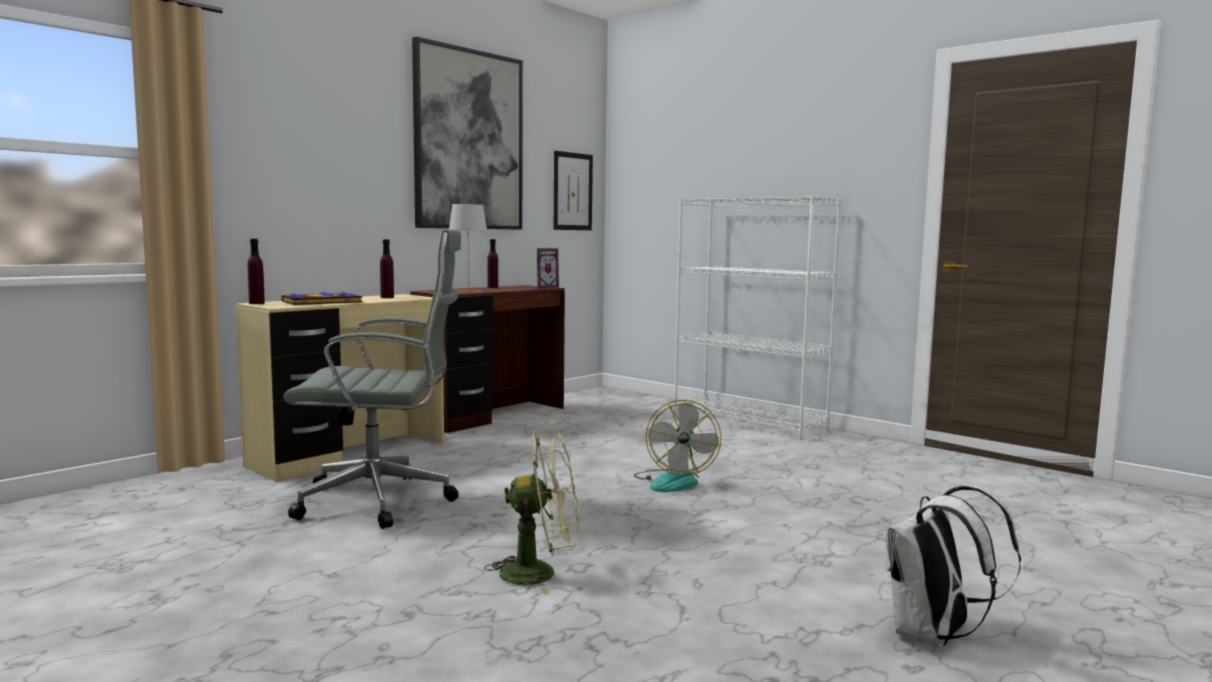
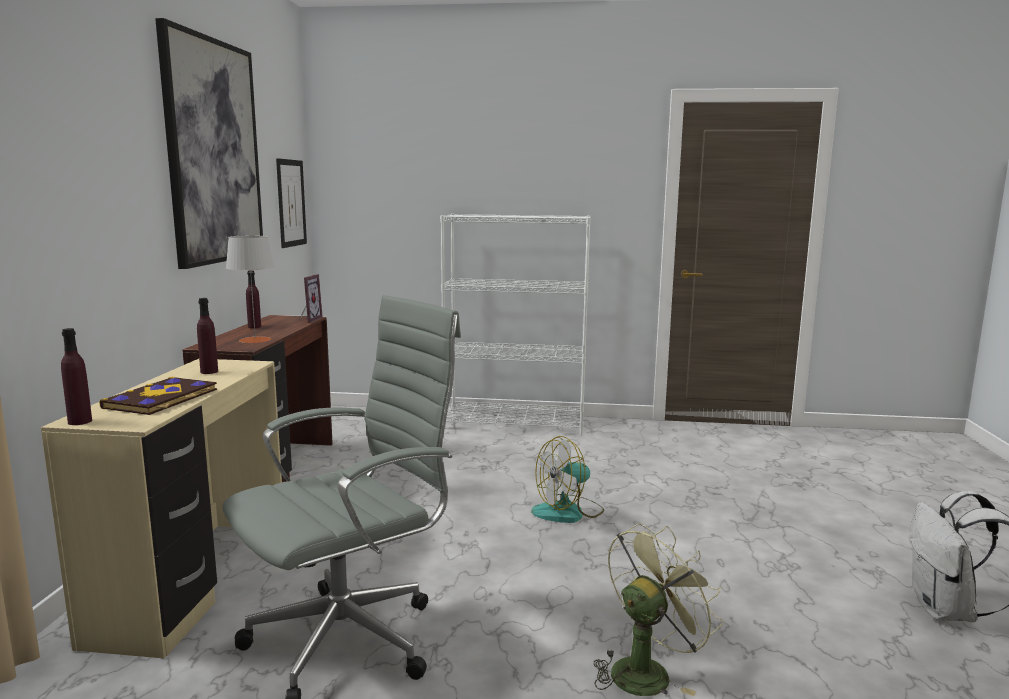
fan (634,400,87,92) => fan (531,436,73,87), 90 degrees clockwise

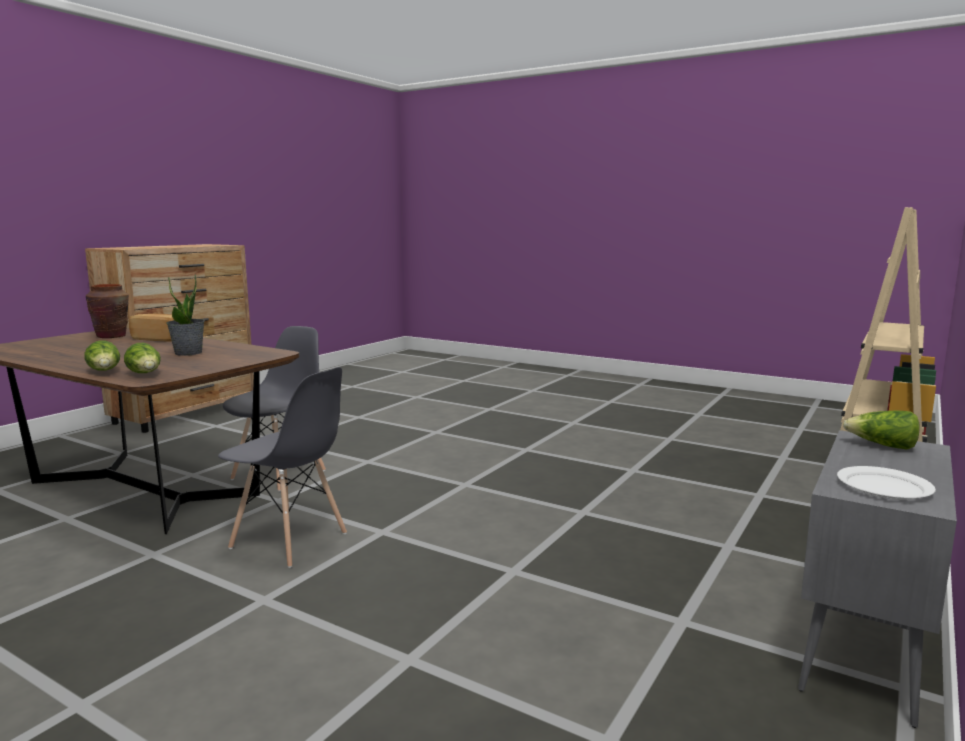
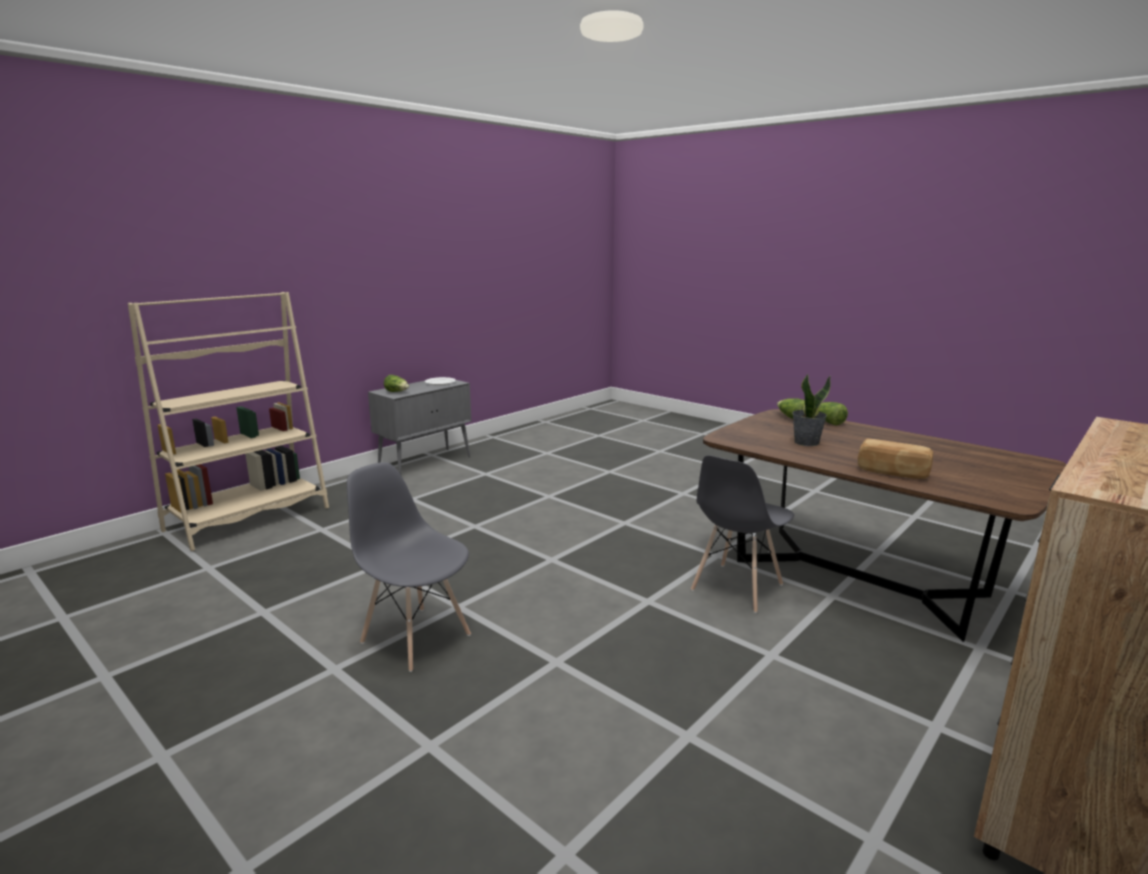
brown vase (86,284,43,54) => nothing
grey chair (218,367,129,201) => grey chair (347,462,124,210), shifted

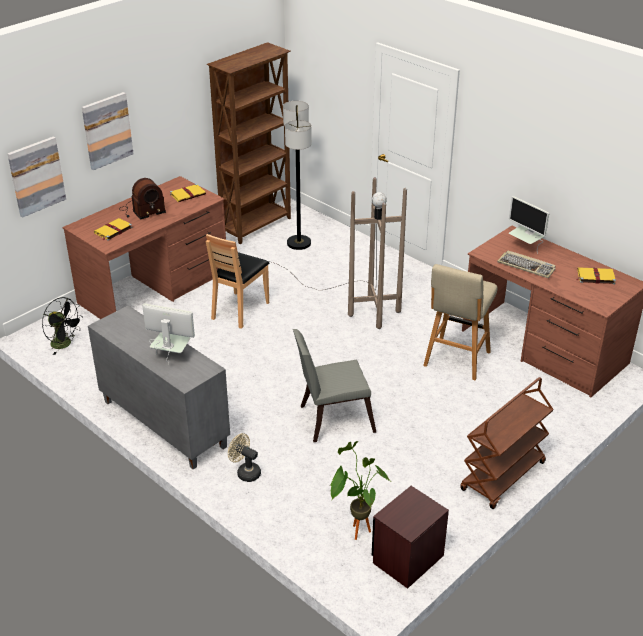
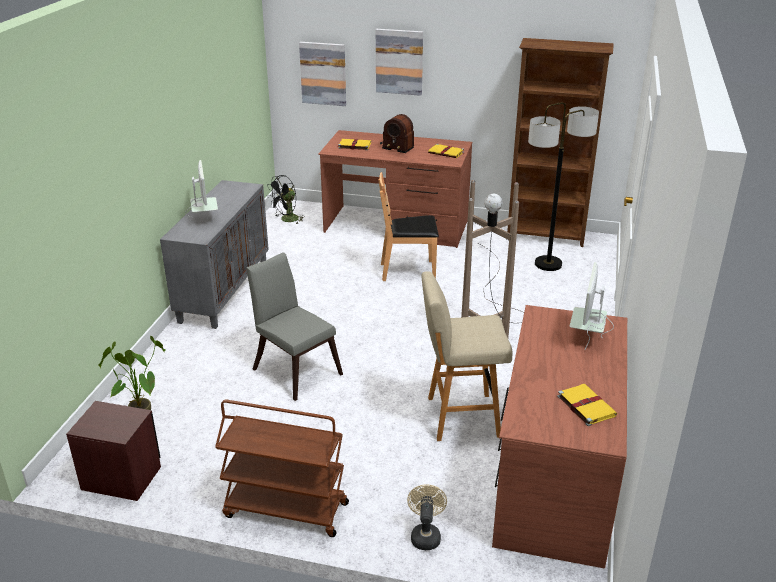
keyboard (497,250,59,28) => nothing
beige fan (228,433,33,49) => beige fan (407,485,40,65), shifted
black fan (42,297,41,58) => black fan (267,175,38,49), 45 degrees clockwise

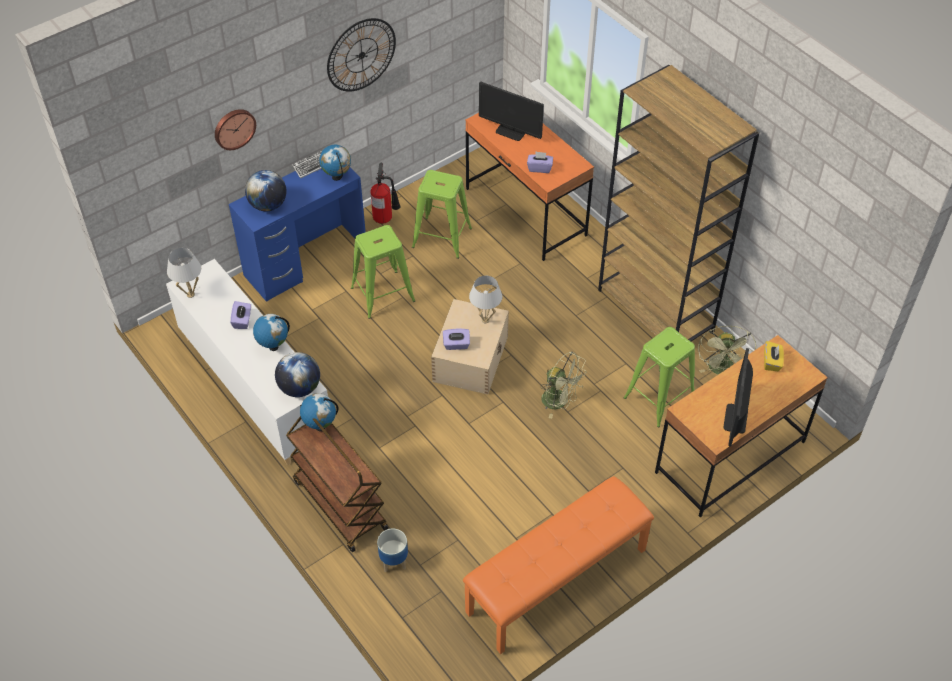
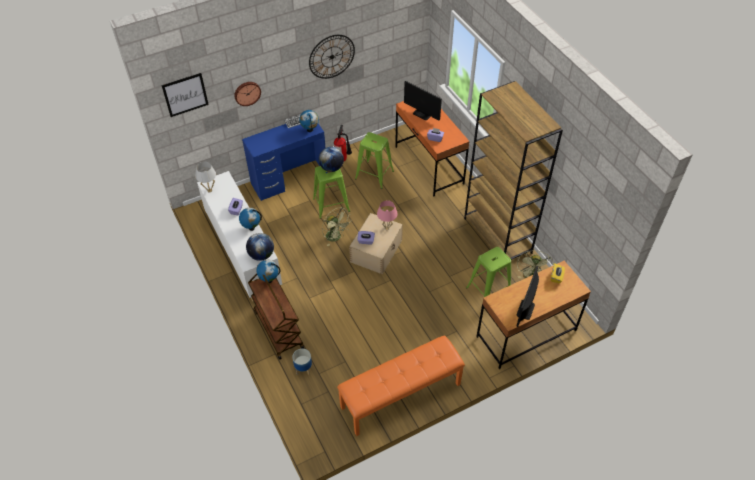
nothing => picture (161,73,48,44)
globe (245,170,42,41) => globe (319,147,25,25), shifted
green fan (540,351,47,68) => green fan (322,207,30,40), shifted
white table lamp (469,276,33,47) => pink table lamp (377,201,21,29)

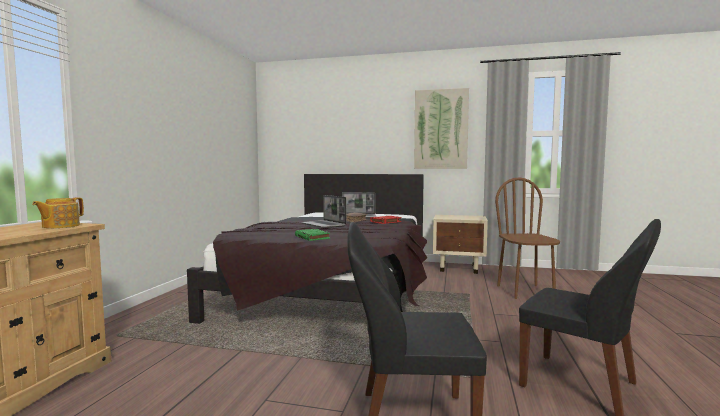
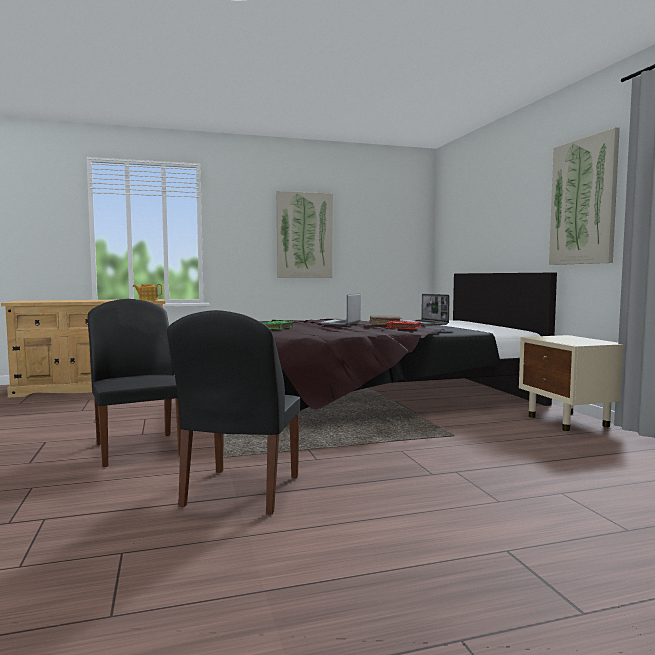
brown chair (495,177,65,122) => nothing
nothing => picture (277,191,56,87)

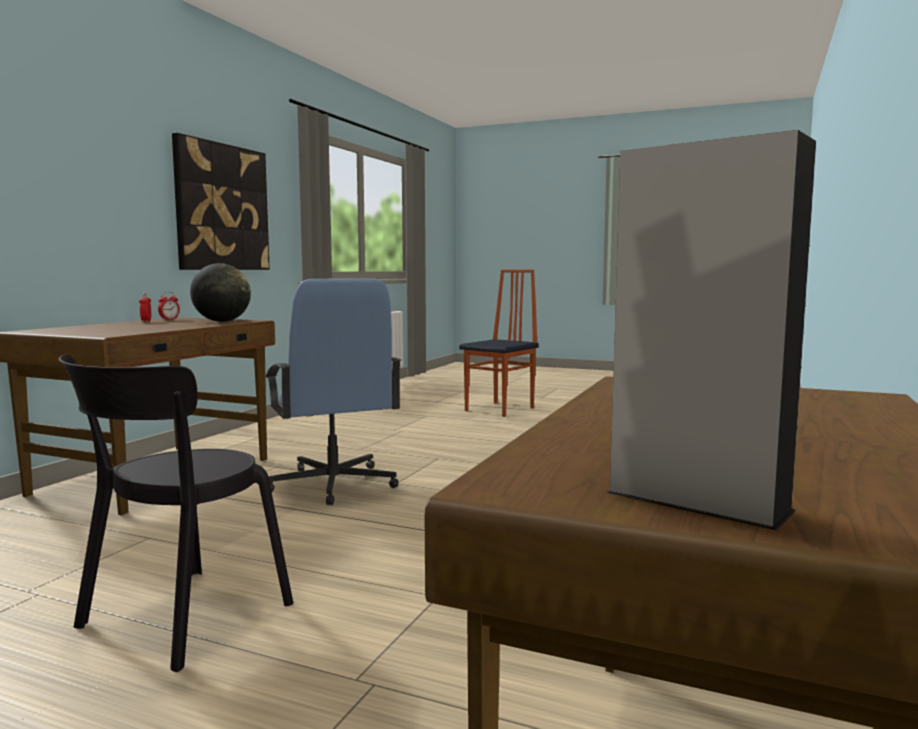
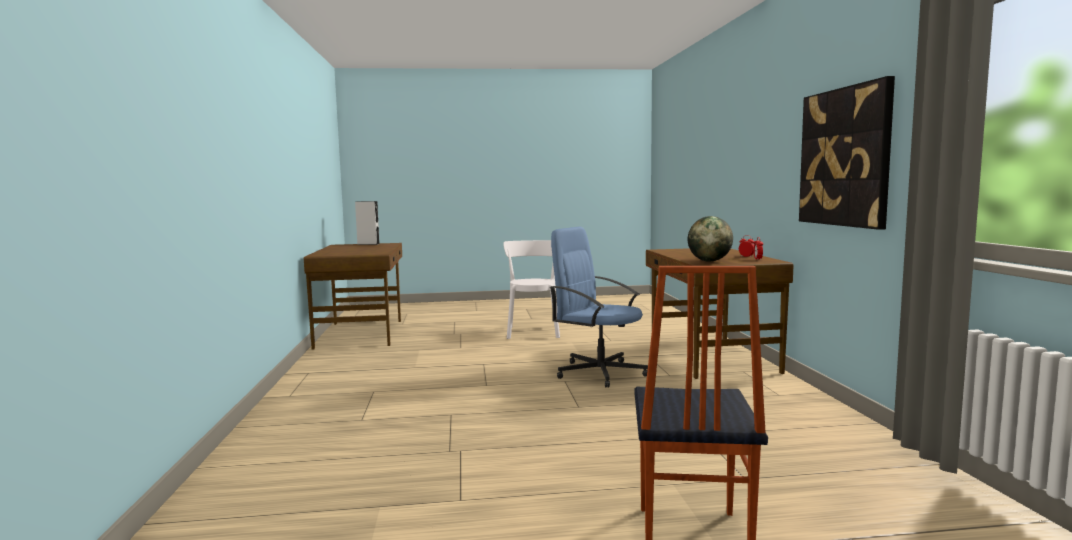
black chair (59,354,234,318) => white chair (503,240,57,99)

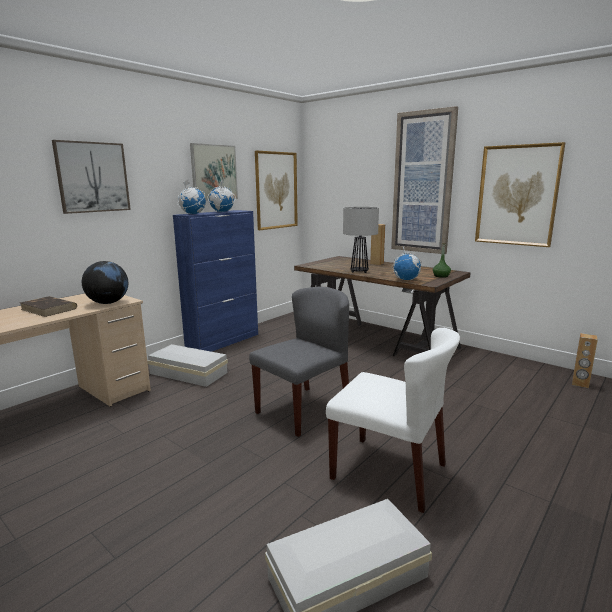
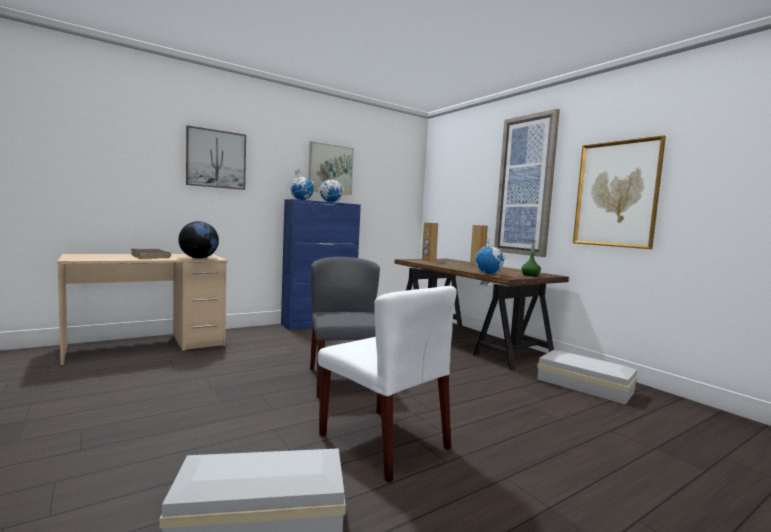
picture (255,151,43,79) => nothing
table lamp (343,207,36,66) => nothing
white storage box (147,344,81,43) => white storage box (537,350,100,55), shifted
brown speaker (572,333,26,55) => brown speaker (422,222,16,40), shifted
grey chair (249,287,100,150) => grey chair (310,257,70,141), 75 degrees counterclockwise

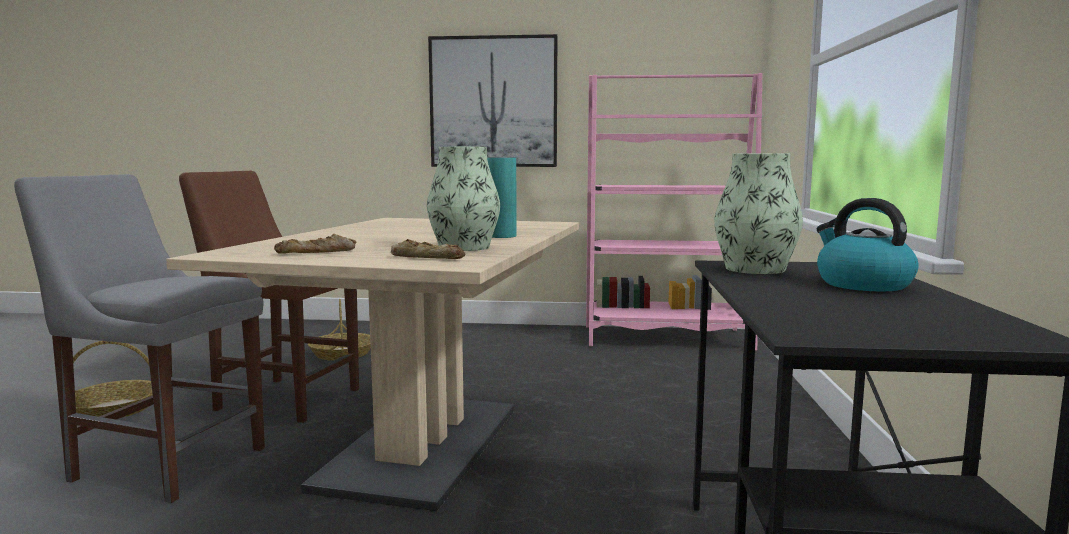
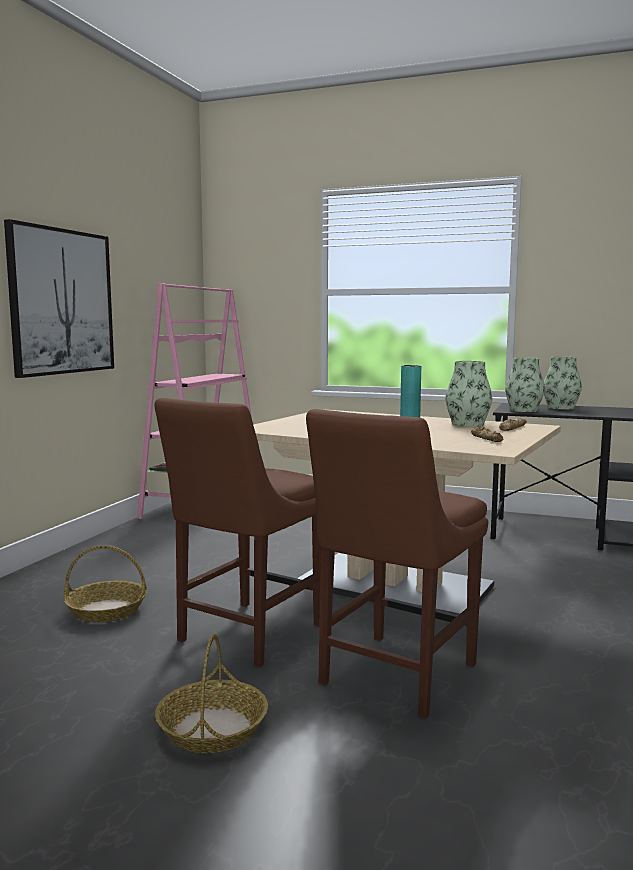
kettle (816,198,102,94) => vase (544,357,38,53)
grey chair (14,174,251,329) => brown chair (306,409,182,309)

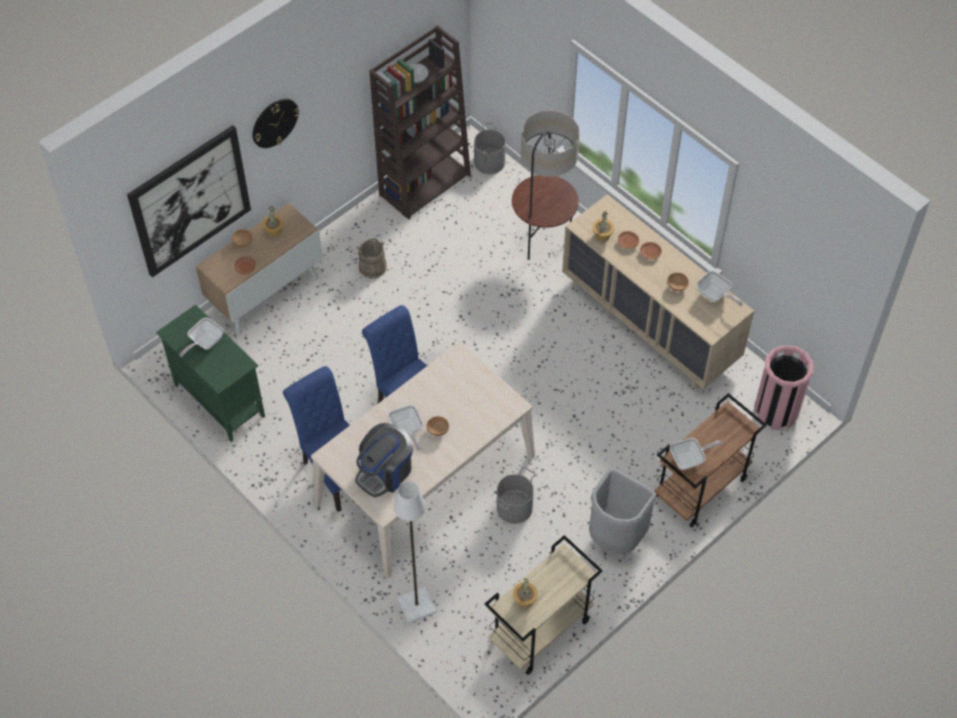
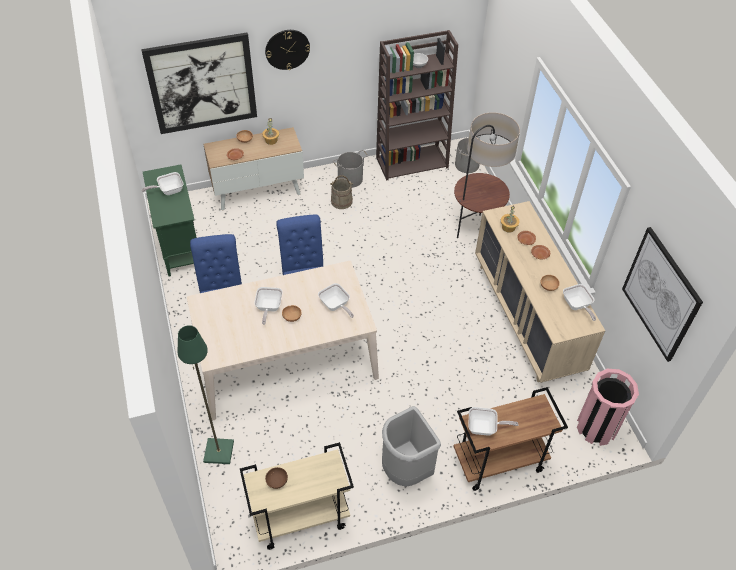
coffee machine (355,423,58,74) => nothing
nothing => frying pan (318,283,36,35)
nothing => picture (622,227,81,135)
grey bucket (495,467,41,57) => grey bucket (333,150,35,38), shifted
potted plant (513,578,25,30) => brown bowl (265,467,23,22)
white floor lamp (394,481,42,143) => green floor lamp (178,325,56,139)

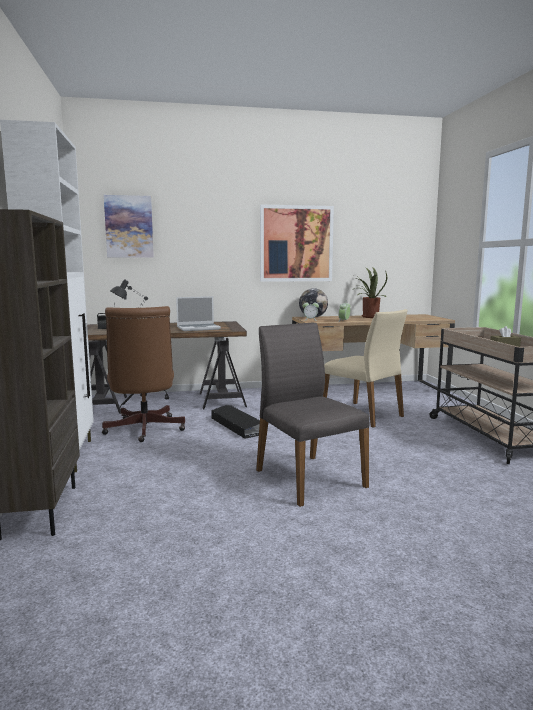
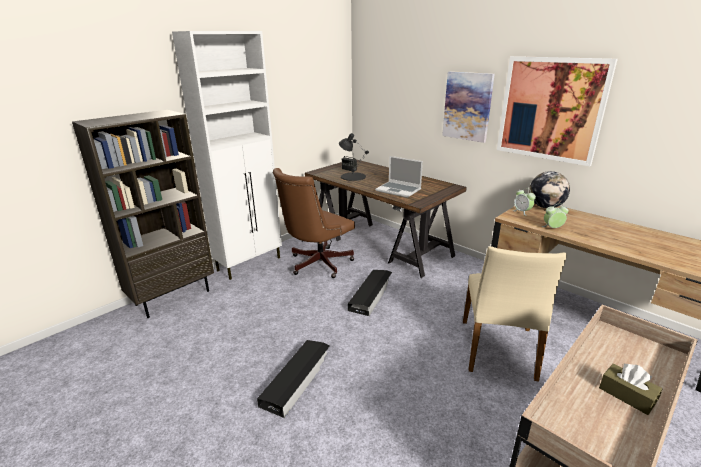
potted plant (353,267,34,51) => nothing
picture (104,195,50,63) => picture (442,71,53,72), shifted
grey chair (256,323,113,184) => black storage box (257,340,73,78)

